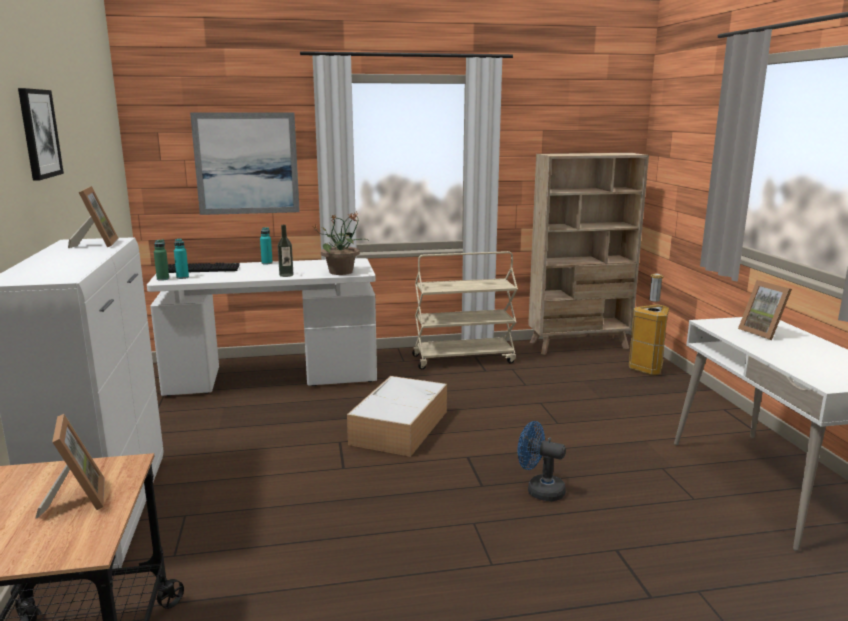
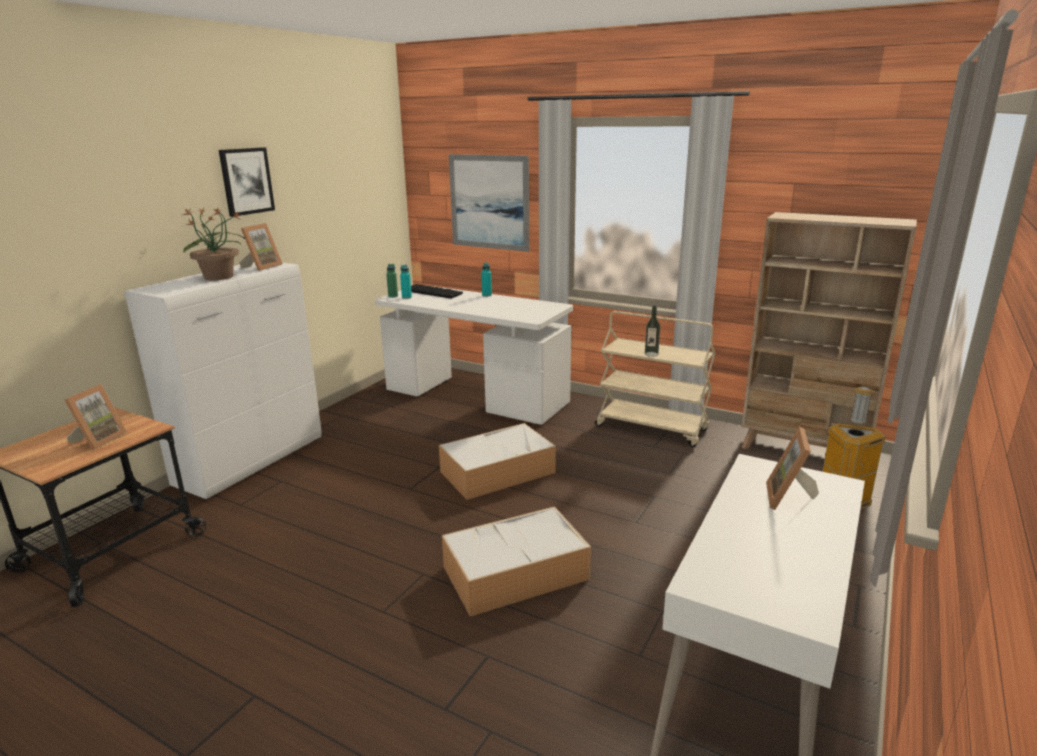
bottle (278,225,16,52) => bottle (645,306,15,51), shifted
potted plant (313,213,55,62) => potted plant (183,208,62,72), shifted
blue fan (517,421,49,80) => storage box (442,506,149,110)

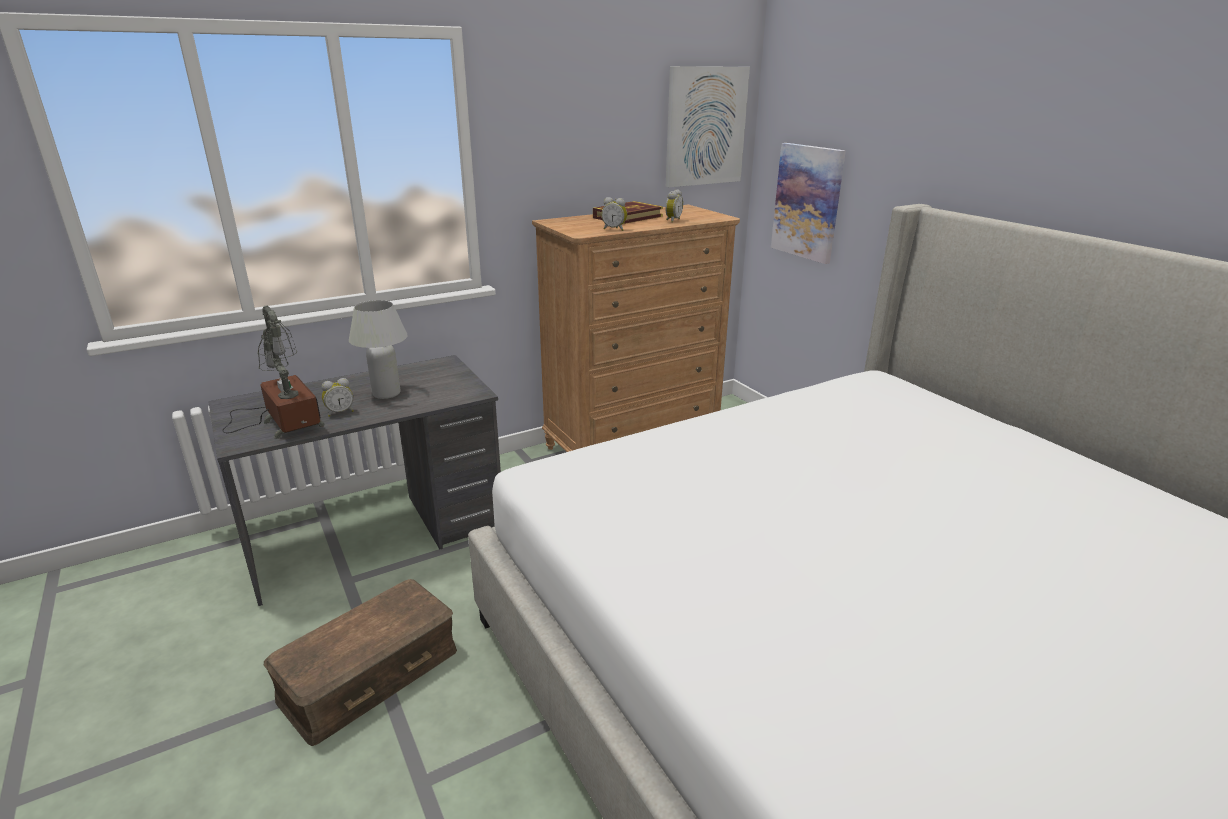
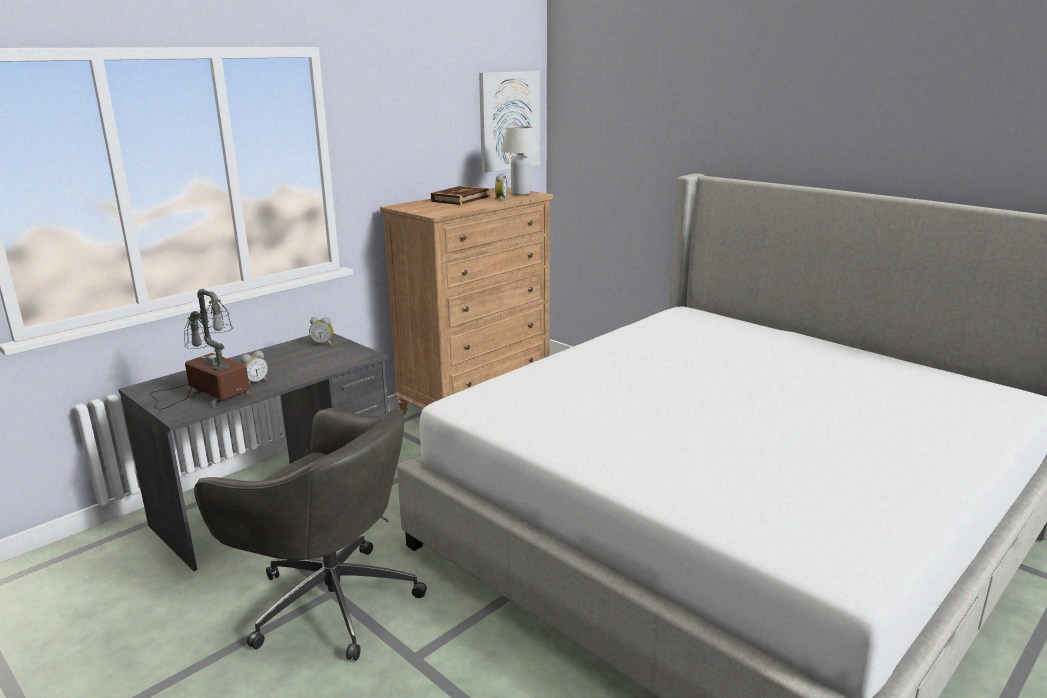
picture (771,143,75,121) => nothing
white table lamp (349,300,59,99) => white table lamp (501,126,39,69), shifted
alarm clock (601,197,26,34) => alarm clock (309,317,25,29), shifted
brown storage box (264,579,193,167) => grey office chair (194,408,233,253)

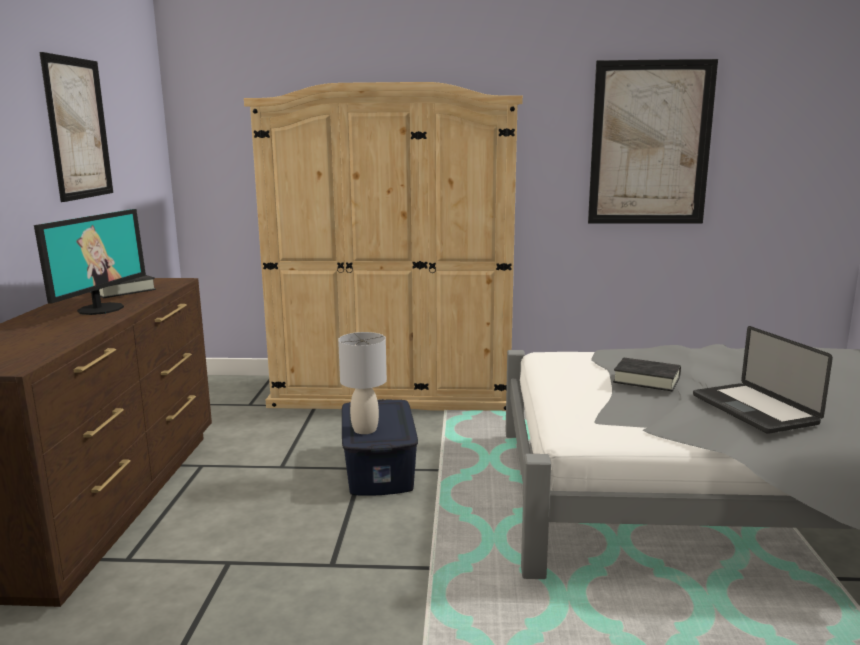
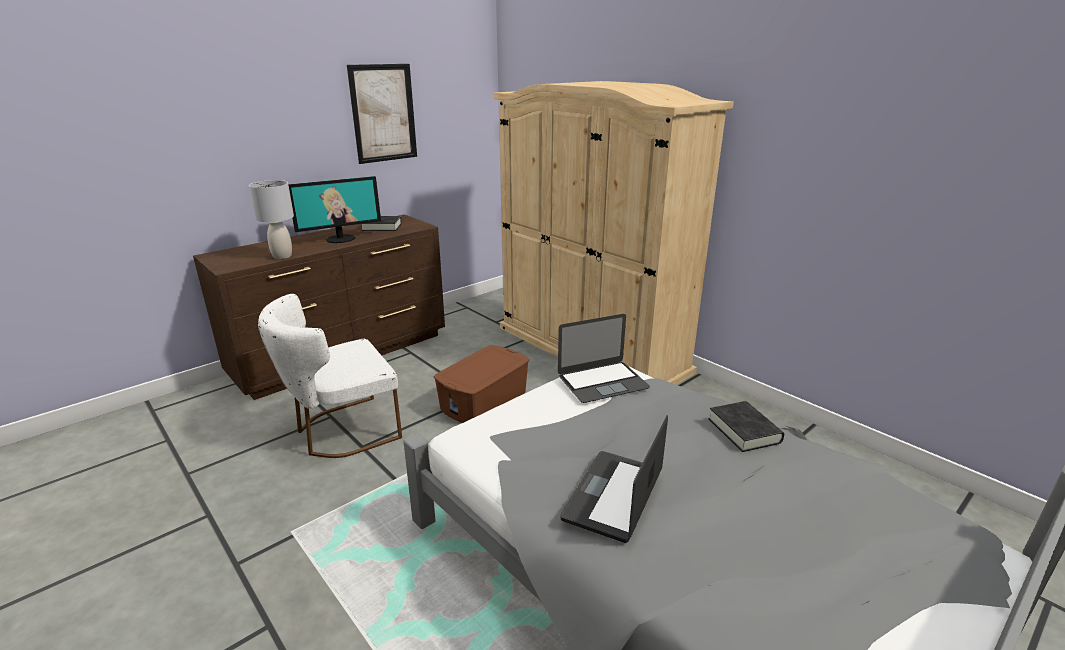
picture (588,59,130,164) => nothing
nothing => white chair (258,294,144,164)
nothing => laptop (558,314,92,89)
grey table lamp (338,332,49,102) => grey table lamp (249,180,45,79), shifted
black book (613,358,68,33) => black book (708,401,76,51), shifted
blue storage box (342,399,76,97) => brown storage box (434,345,95,78)

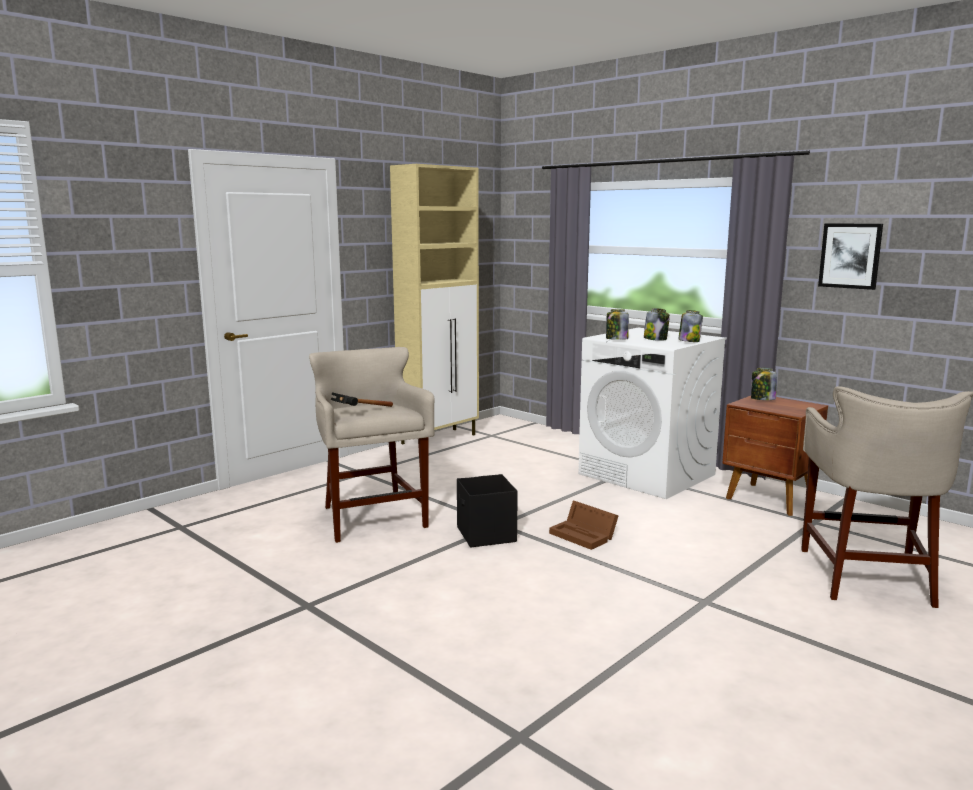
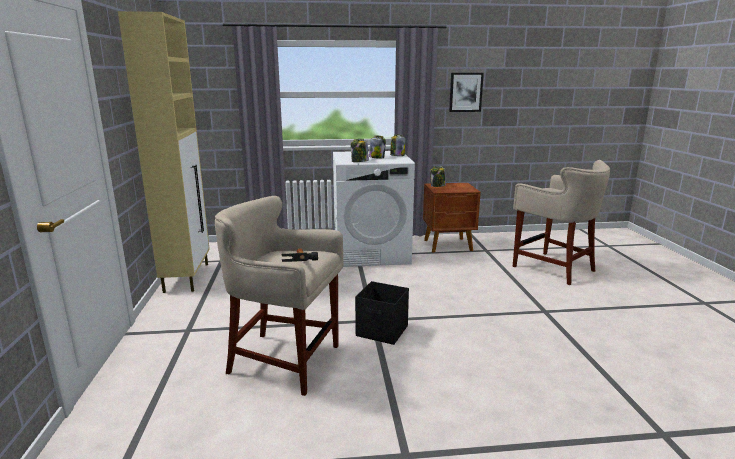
brown storage box (549,500,70,50) => nothing

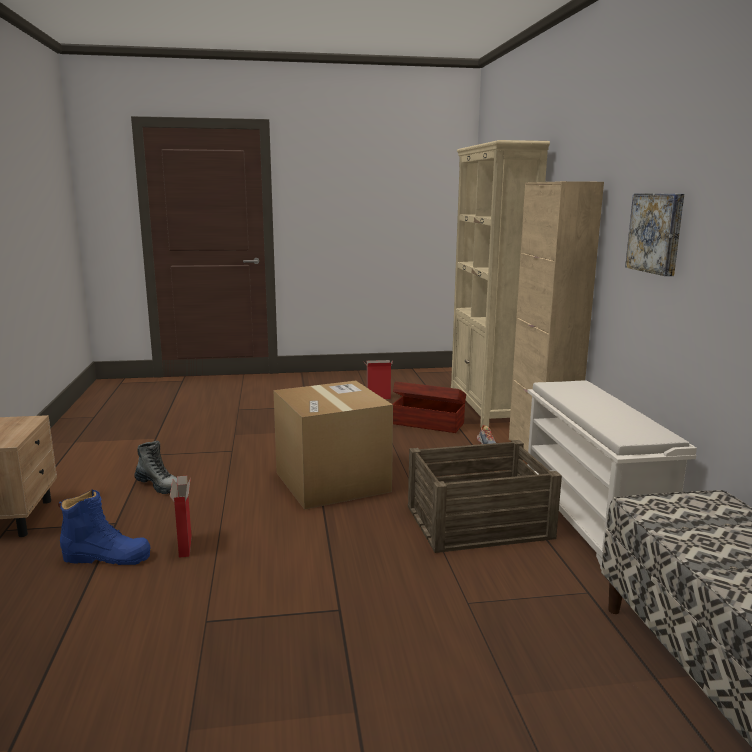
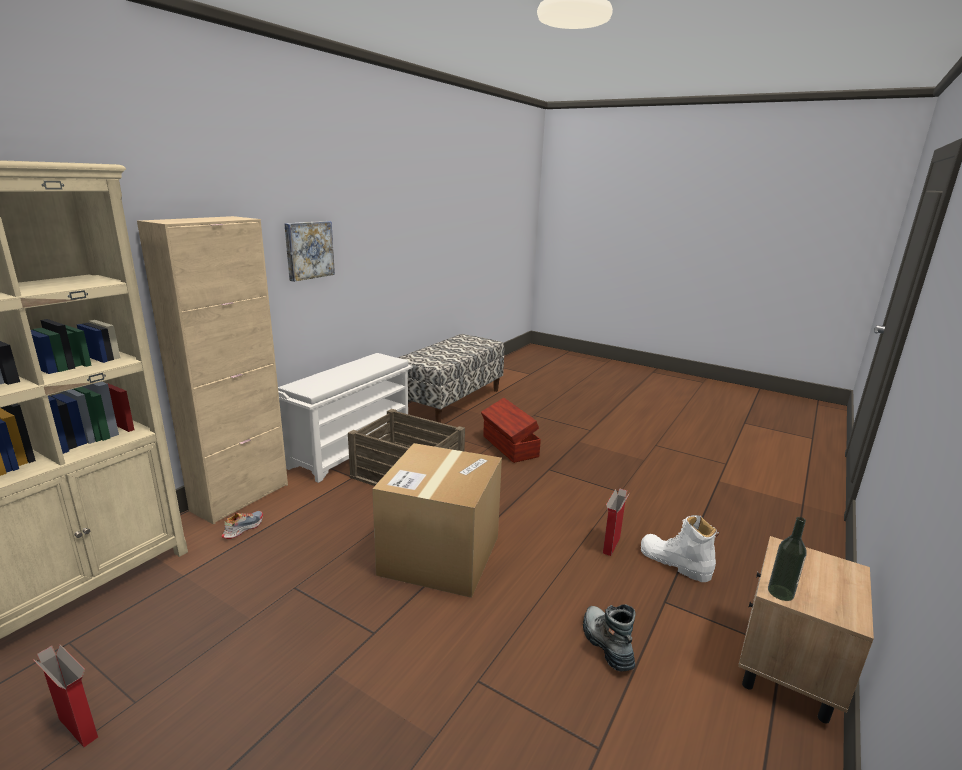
nothing => bottle (768,517,39,84)
brown storage box (393,381,73,52) => brown storage box (481,398,60,65), shifted
blue boot (58,490,93,75) => white boot (641,515,78,67)

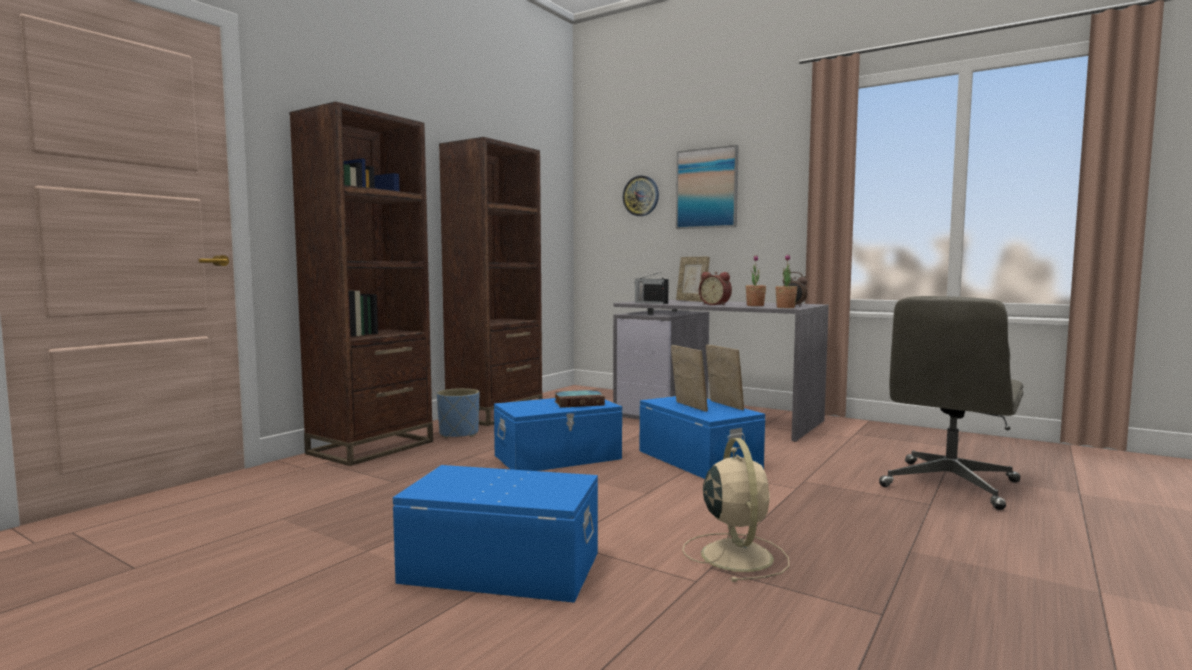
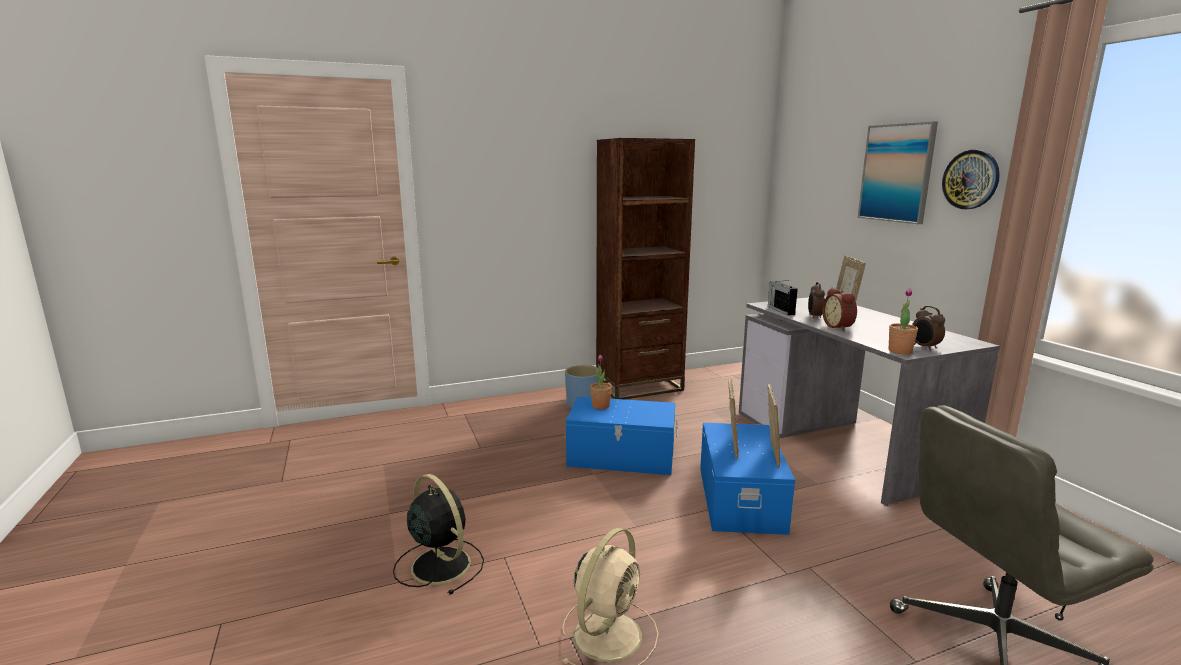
brown bookcase (289,101,144,365) => nothing
book (555,390,50,18) => nothing
nothing => alarm clock (808,282,17,36)
wall clock (623,175,36,41) => wall clock (942,150,58,59), shifted
potted plant (746,255,20,51) => potted plant (590,355,22,54), shifted
blue storage box (393,465,205,138) => black fan (393,474,91,121)

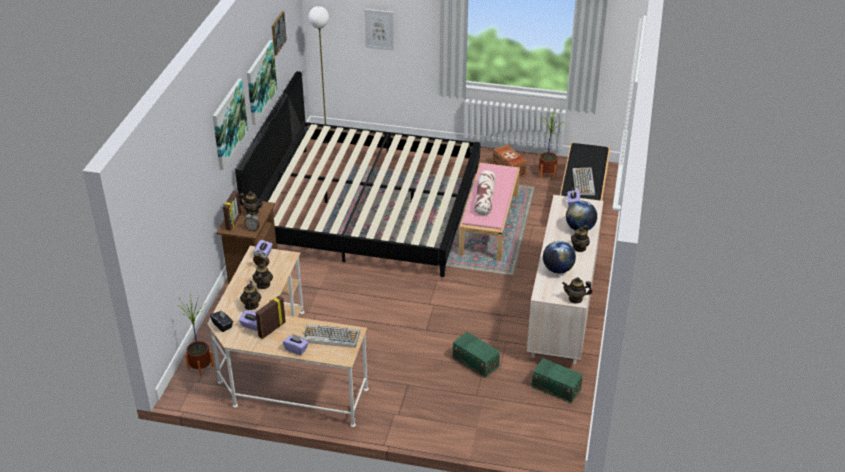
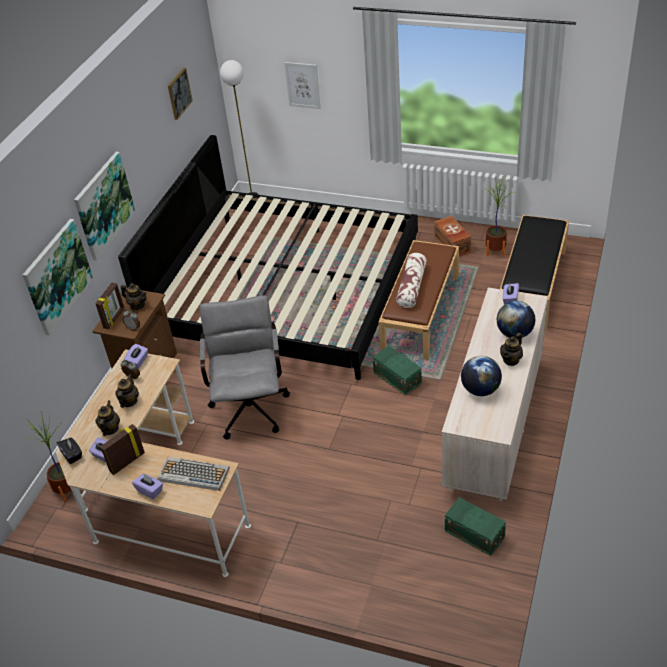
teapot (562,277,30,27) => nothing
keyboard (572,168,23,28) => nothing
nothing => grey office chair (200,295,90,144)
picture (247,40,30,85) => picture (23,219,70,116), shifted
green storage box (453,332,47,46) => green storage box (373,346,49,50), shifted
pink bench (459,163,61,98) => brown bench (378,240,81,120)

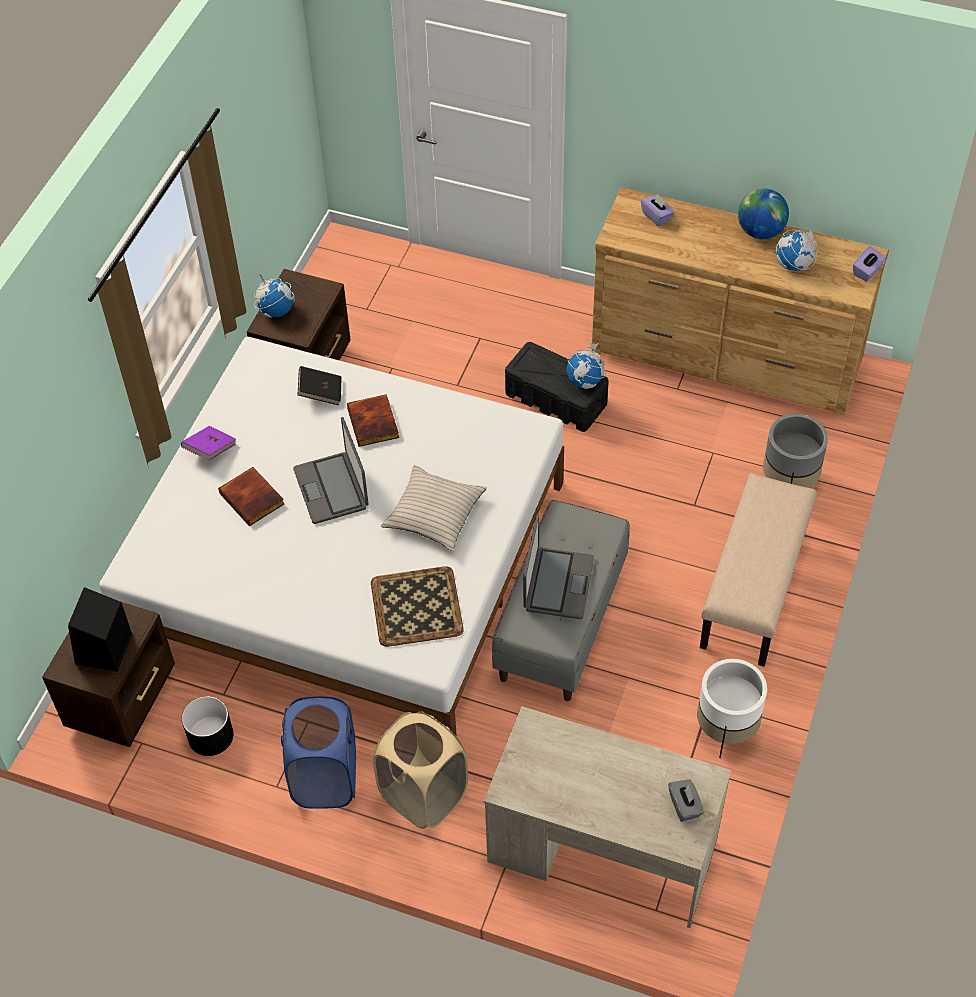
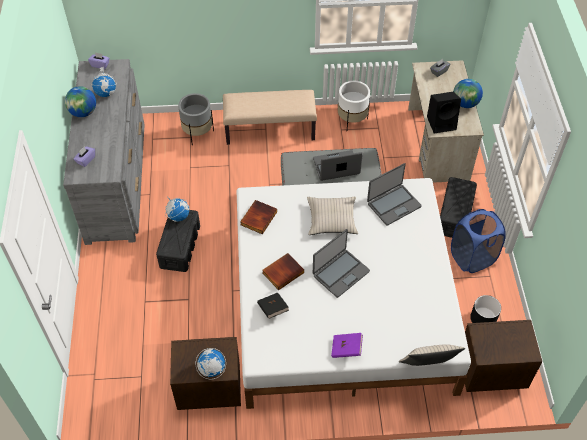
nothing => beige pillow (399,344,66,22)
nothing => globe (453,79,30,29)
black speaker (68,587,64,85) => black speaker (427,92,34,41), shifted
book (218,467,66,59) => book (240,200,37,34), shifted
tray (371,566,93,81) => laptop (367,163,55,63)
beige laundry basket (373,711,95,118) => black storage box (440,177,37,61)
brown dresser (591,187,298,229) => grey dresser (63,59,82,186)

